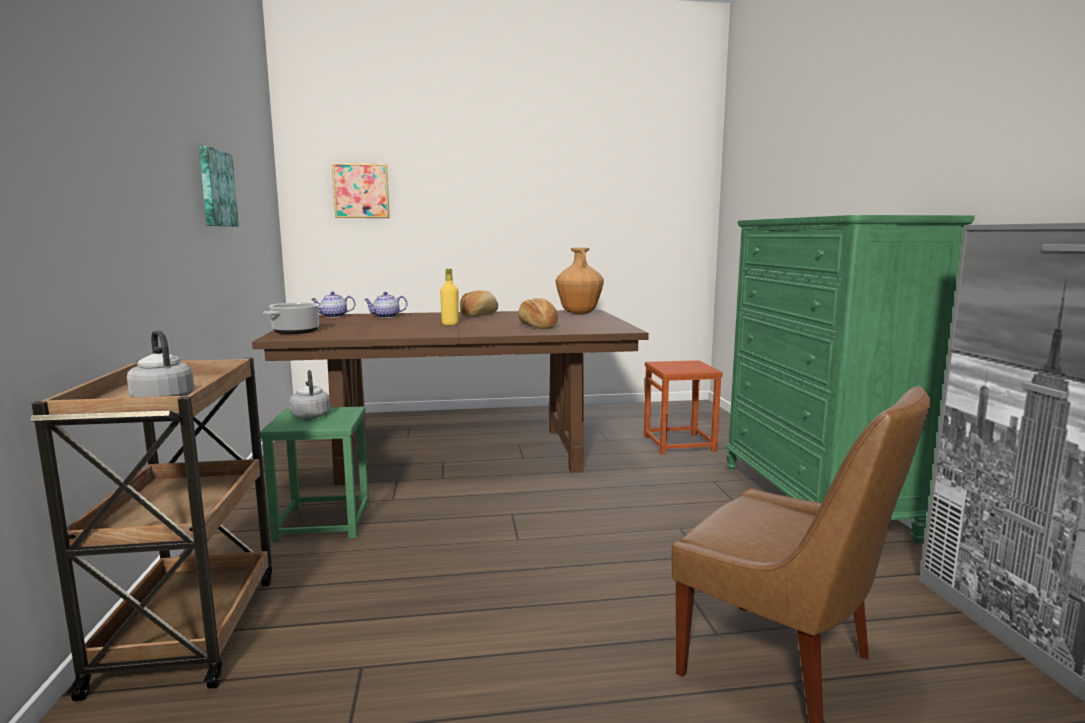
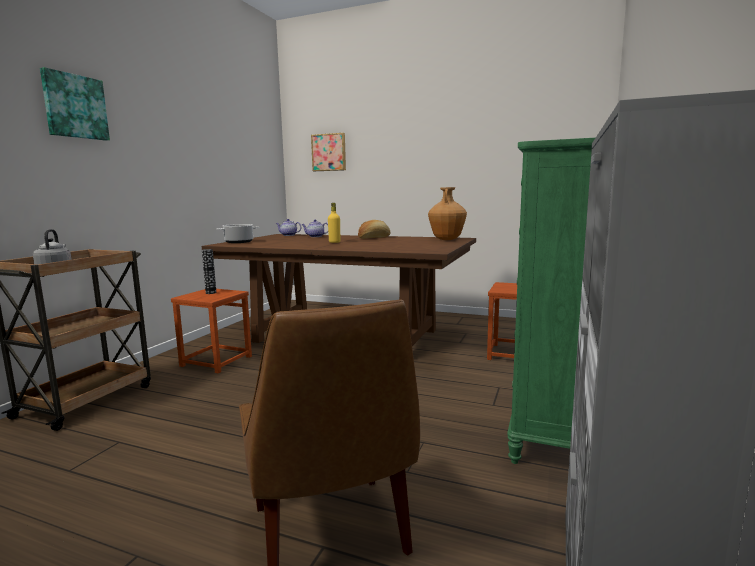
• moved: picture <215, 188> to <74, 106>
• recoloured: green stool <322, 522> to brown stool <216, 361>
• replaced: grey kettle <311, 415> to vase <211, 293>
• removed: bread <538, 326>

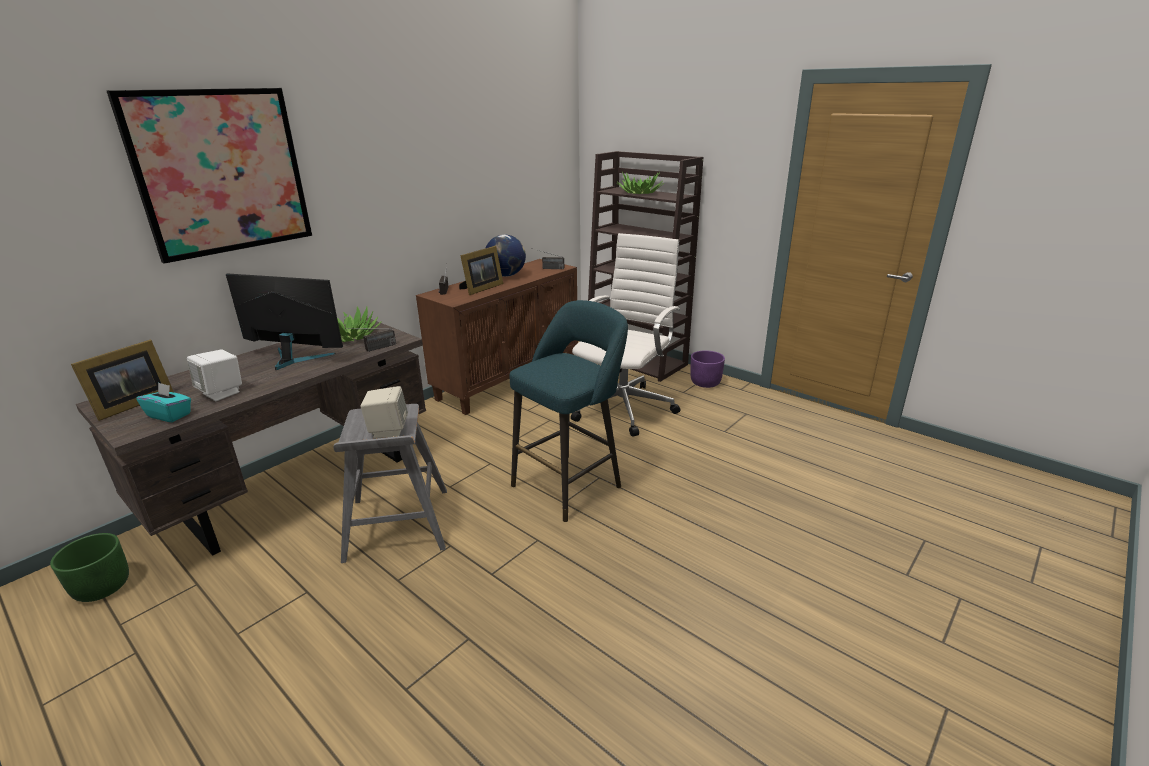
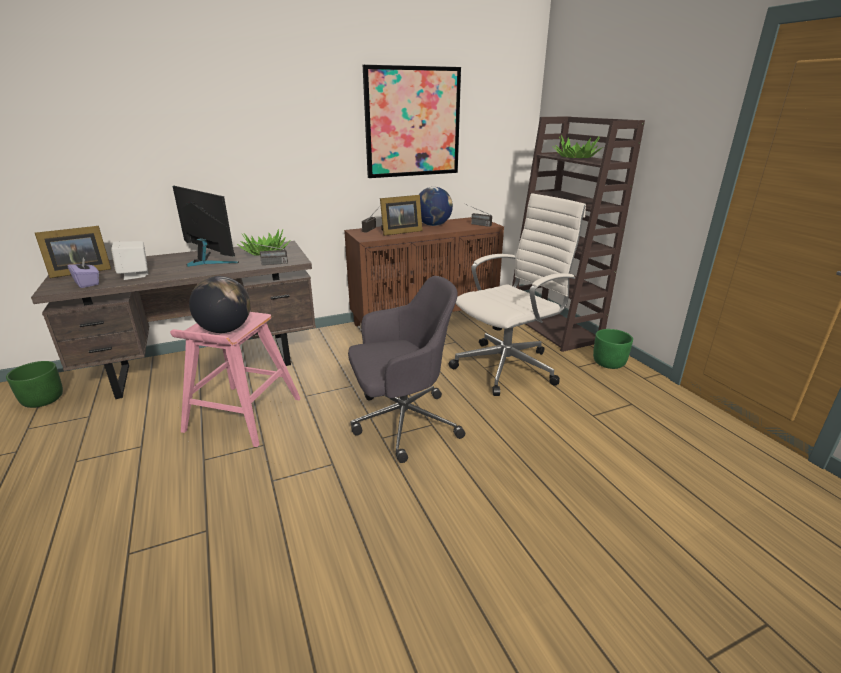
• recoloured: turquoise tissue box <170, 415> to purple tissue box <87, 283>
• recoloured: grey stool <397, 525> to pink stool <242, 415>
• replaced: beige speaker <388, 431> to globe <225, 330>
• replaced: turquoise stool <570, 483> to grey office chair <402, 423>
• moved: picture <221, 172> to <412, 122>
• recoloured: purple planter <705, 383> to green planter <609, 363>

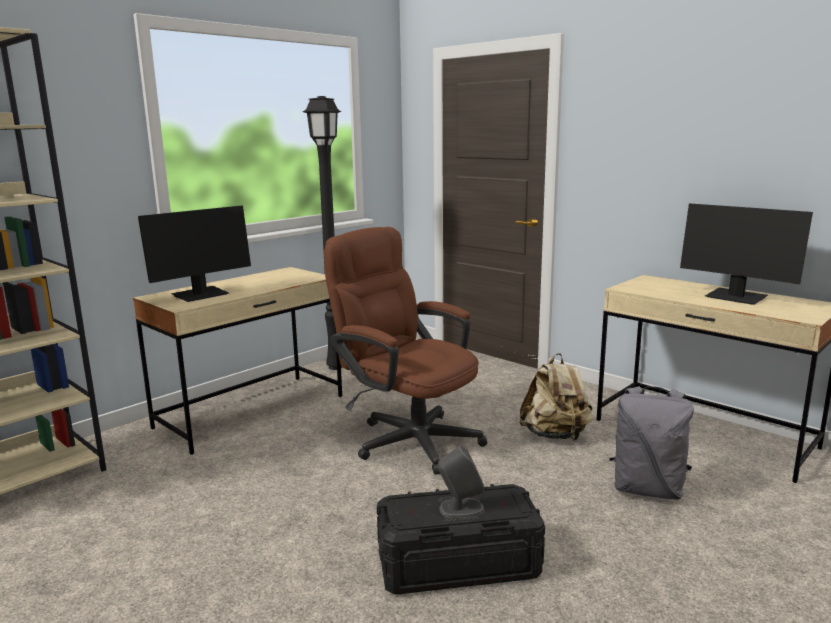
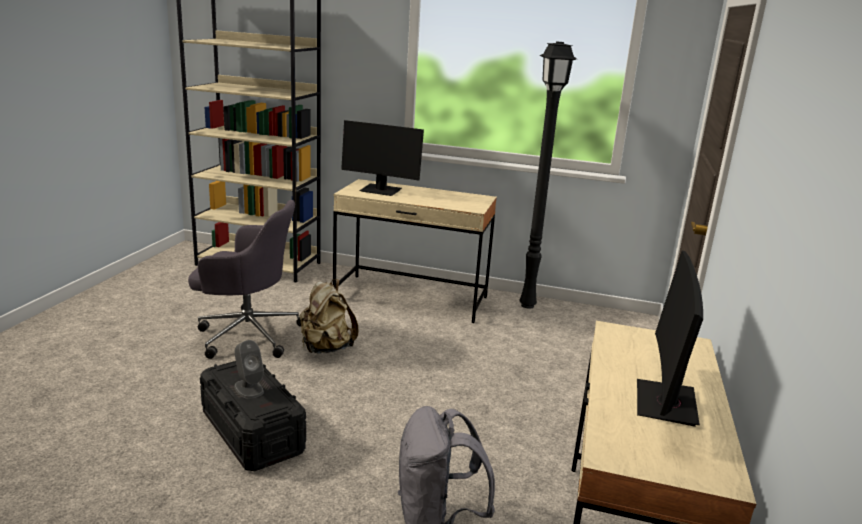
• added: grey office chair <247, 334>
• moved: beige backpack <555, 435> to <326, 348>
• removed: brown office chair <408, 438>

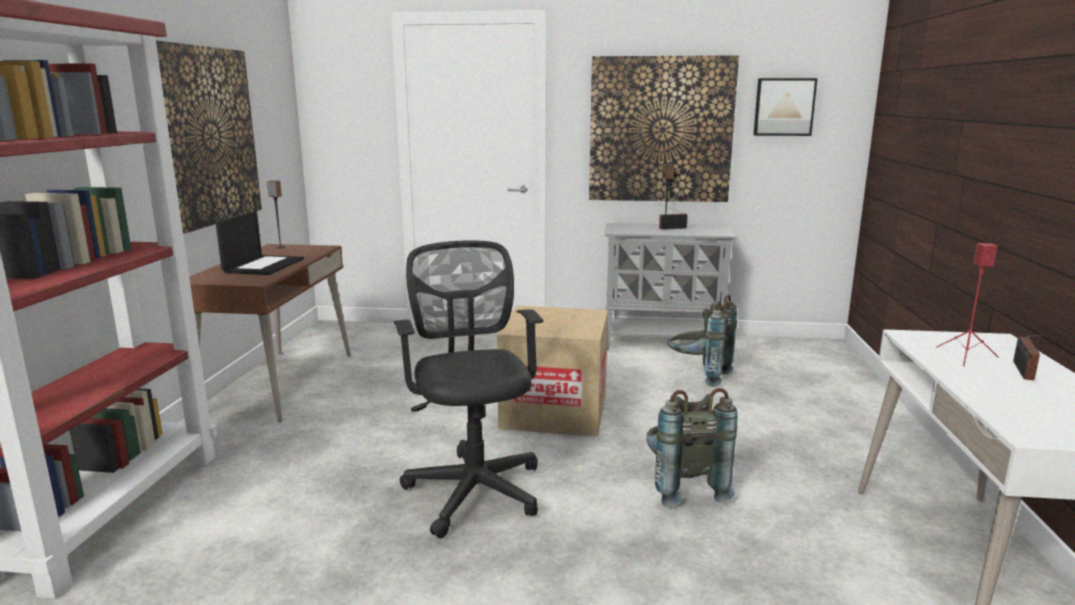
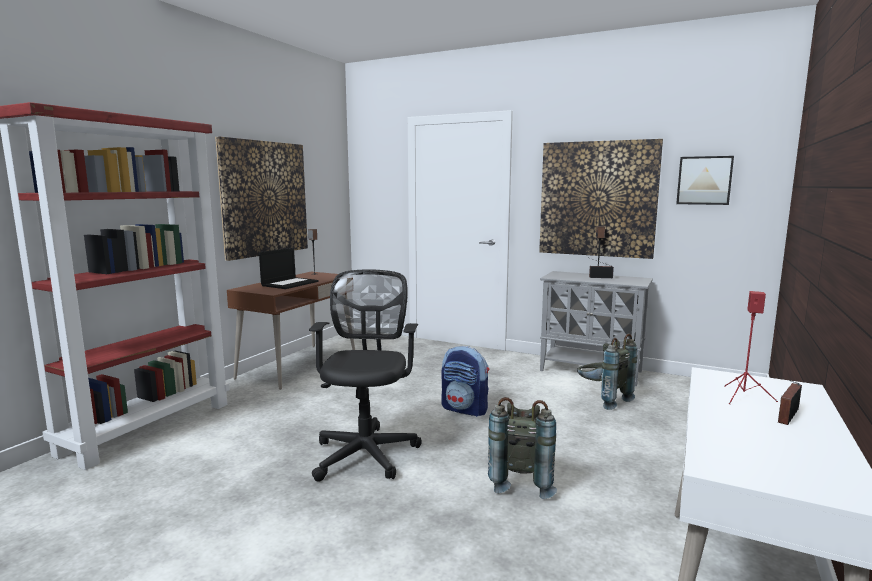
• replaced: cardboard box <554, 411> to backpack <465, 409>

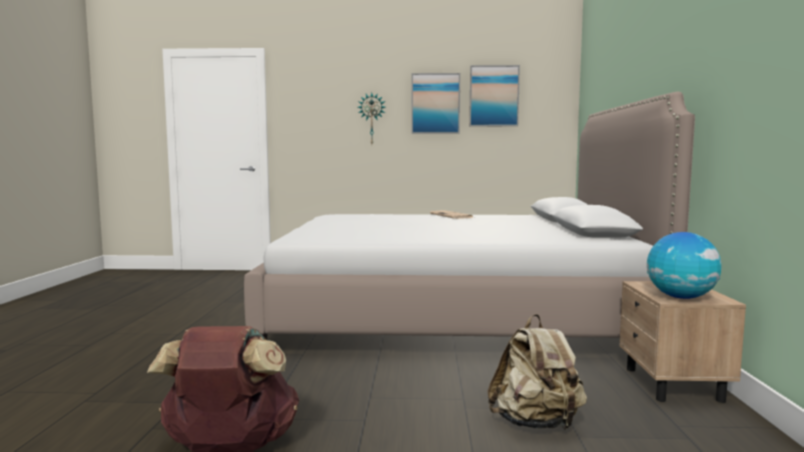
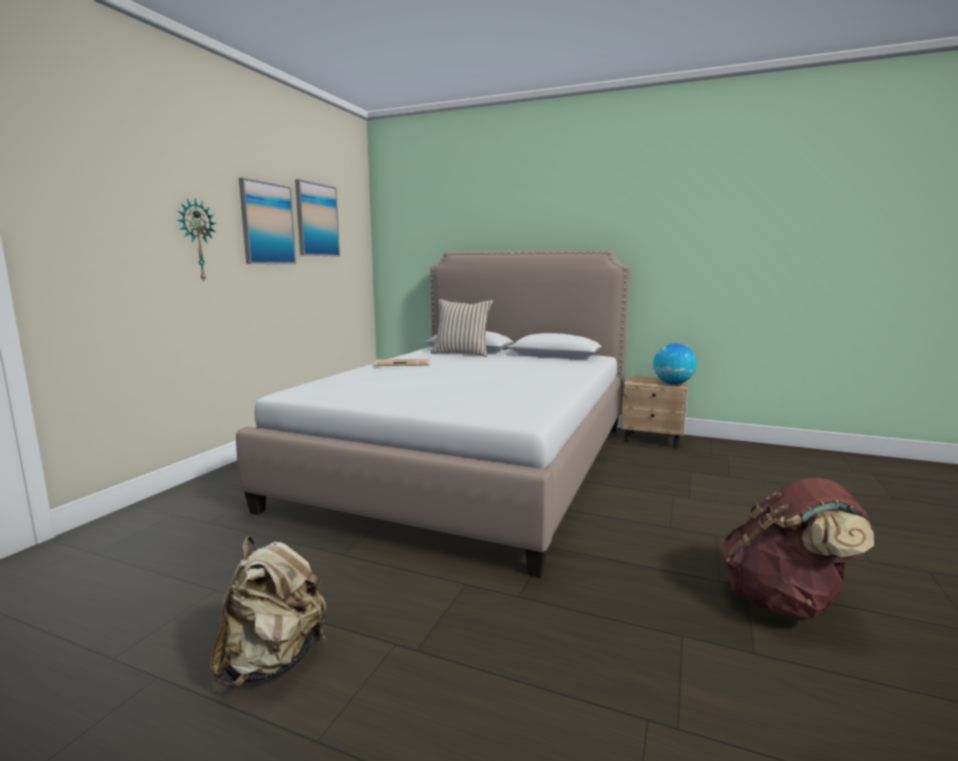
• moved: beige backpack <536, 423> to <273, 660>
• added: beige pillow <462, 353>

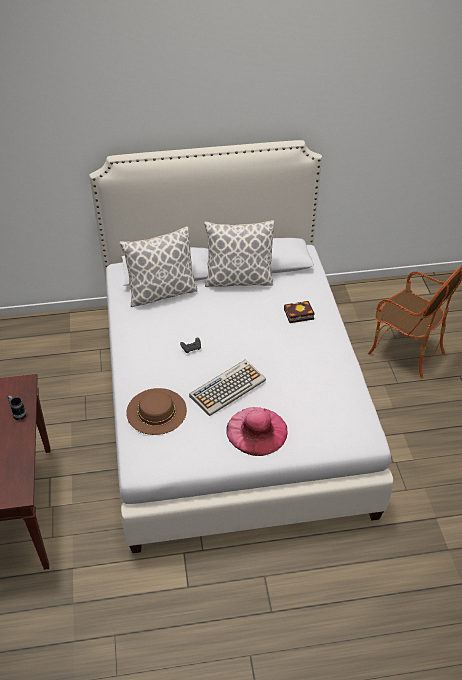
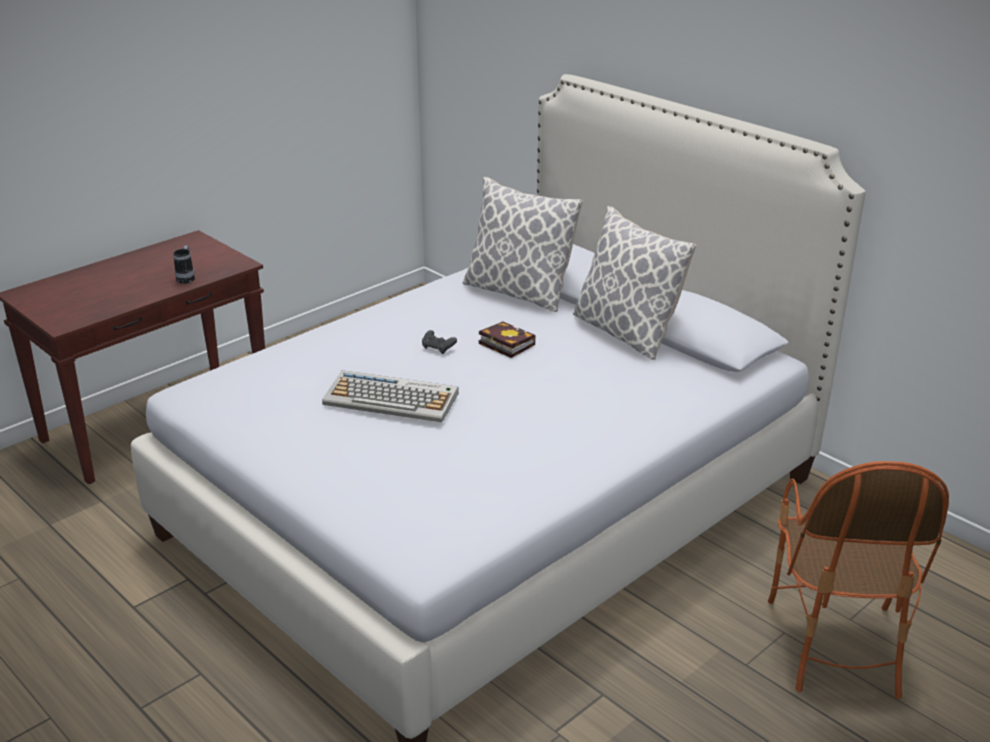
• moved: book <297, 314> to <504, 343>
• removed: brown hat <156, 411>
• removed: pink hat <257, 430>

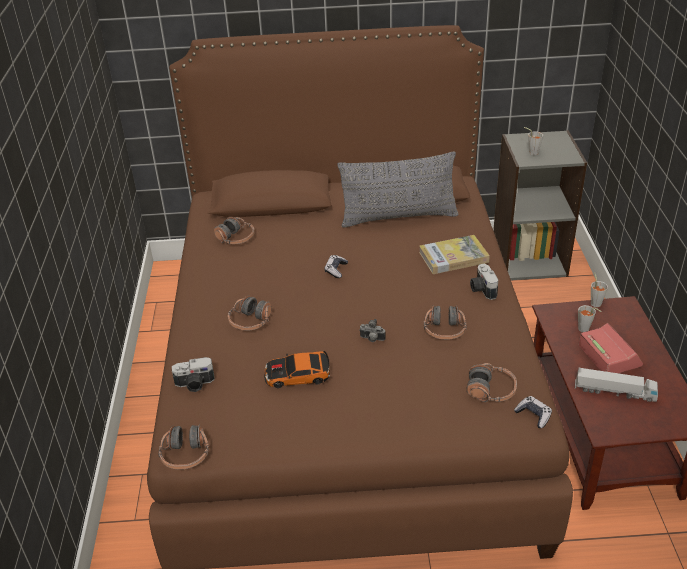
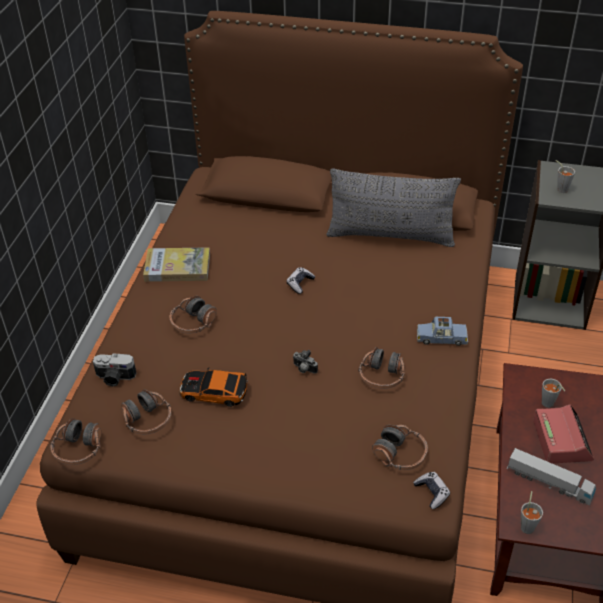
• moved: headphones <235, 238> to <147, 420>
• moved: book <453, 257> to <177, 267>
• replaced: photo camera <482, 289> to blue toy car <441, 338>
• moved: grey cup <595, 302> to <527, 525>

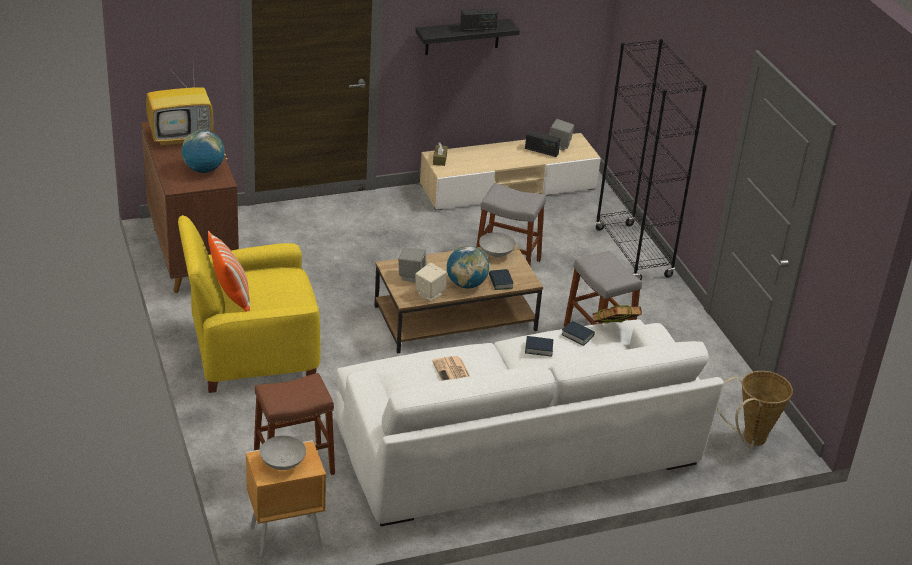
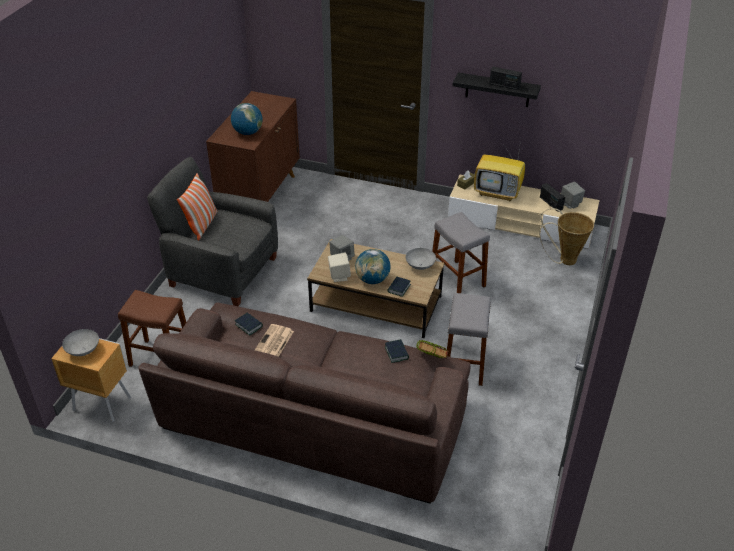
• recoloured: white sofa <517, 445> to brown sofa <313, 417>
• recoloured: yellow armchair <251, 353> to grey armchair <222, 271>
• moved: book <538, 348> to <249, 325>
• moved: television <182, 137> to <498, 193>
• moved: basket <749, 440> to <563, 260>
• removed: black bookcase <633, 253>

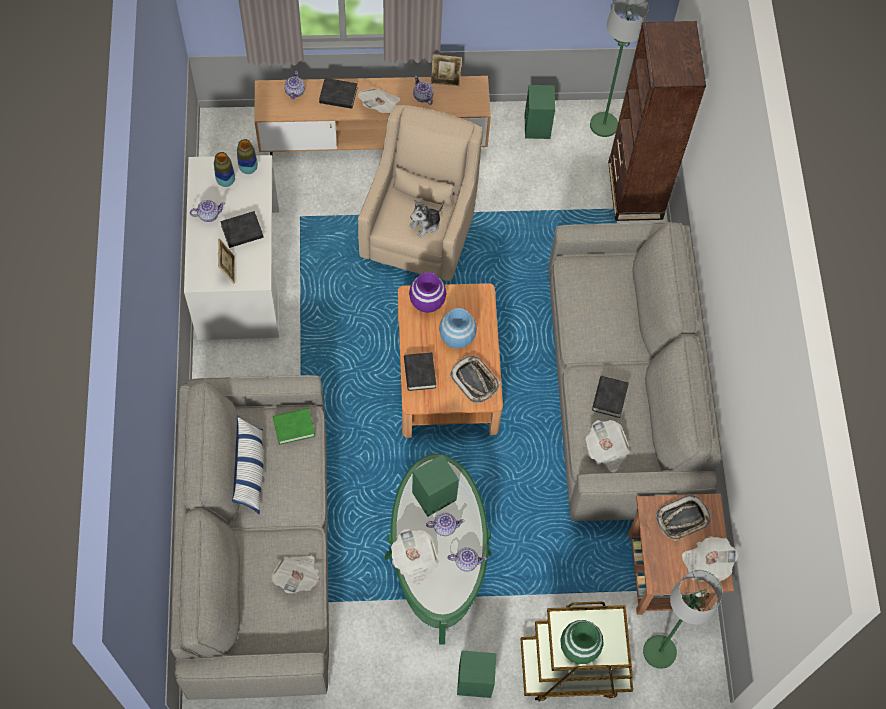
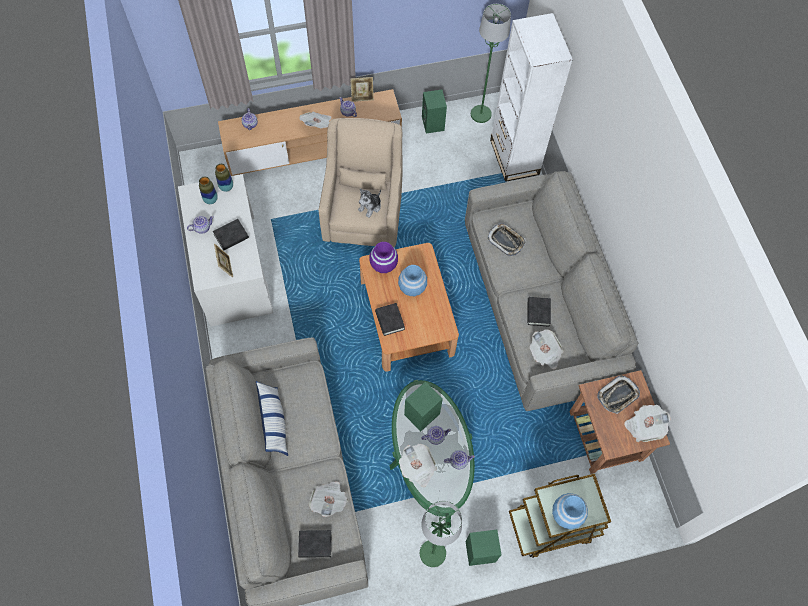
• moved: black book <338, 96> to <315, 544>
• moved: green floor lamp <659, 652> to <432, 553>
• moved: tray <475, 380> to <506, 241>
• recoloured: brown bookcase <635, 190> to white bookcase <514, 157>
• recoloured: green vase <579, 647> to blue vase <566, 514>
• removed: green book <294, 427>

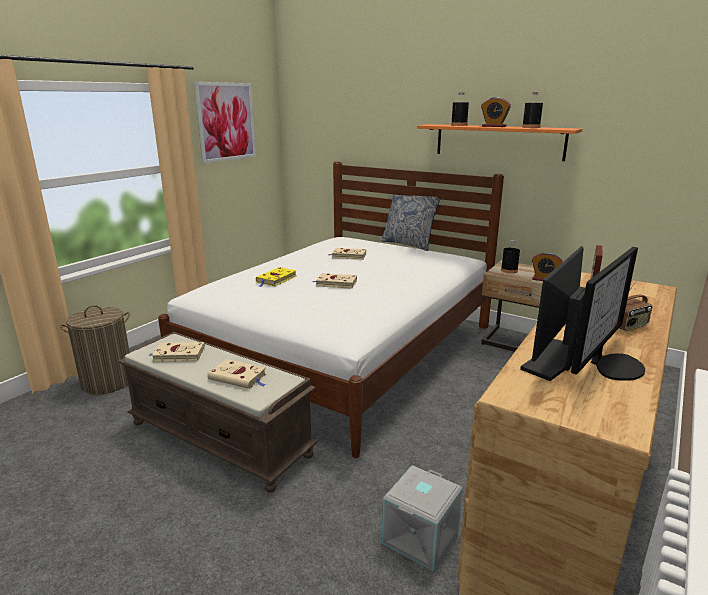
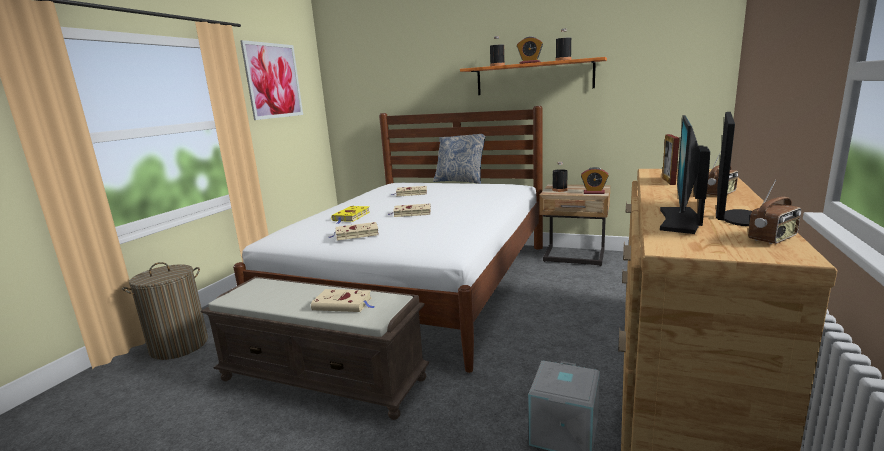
• moved: beige book <177, 355> to <355, 234>
• added: radio <773, 238>

